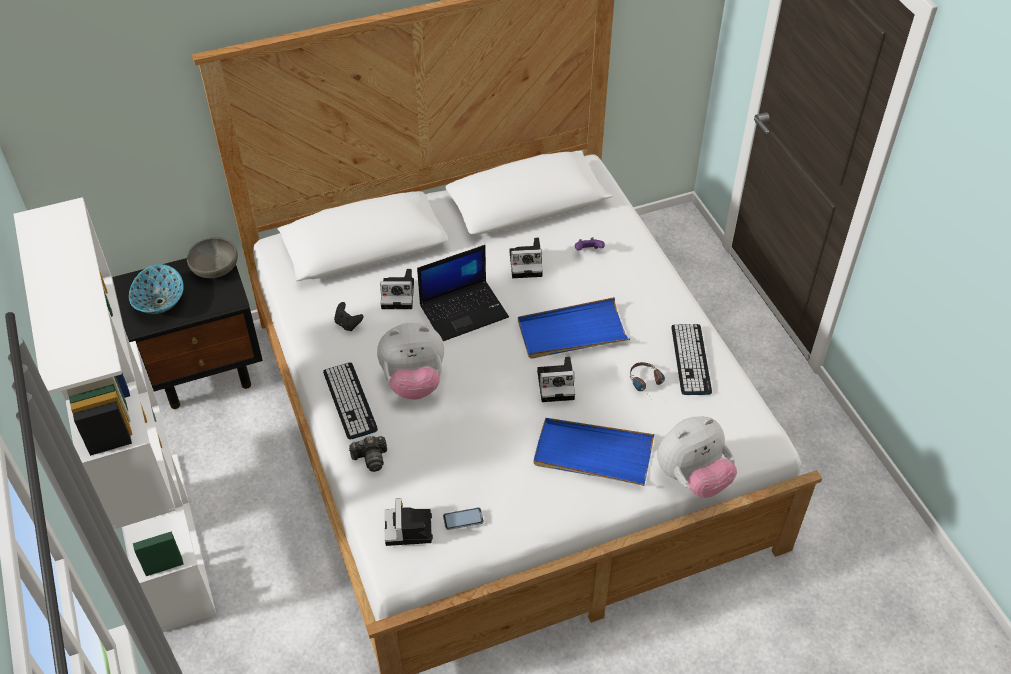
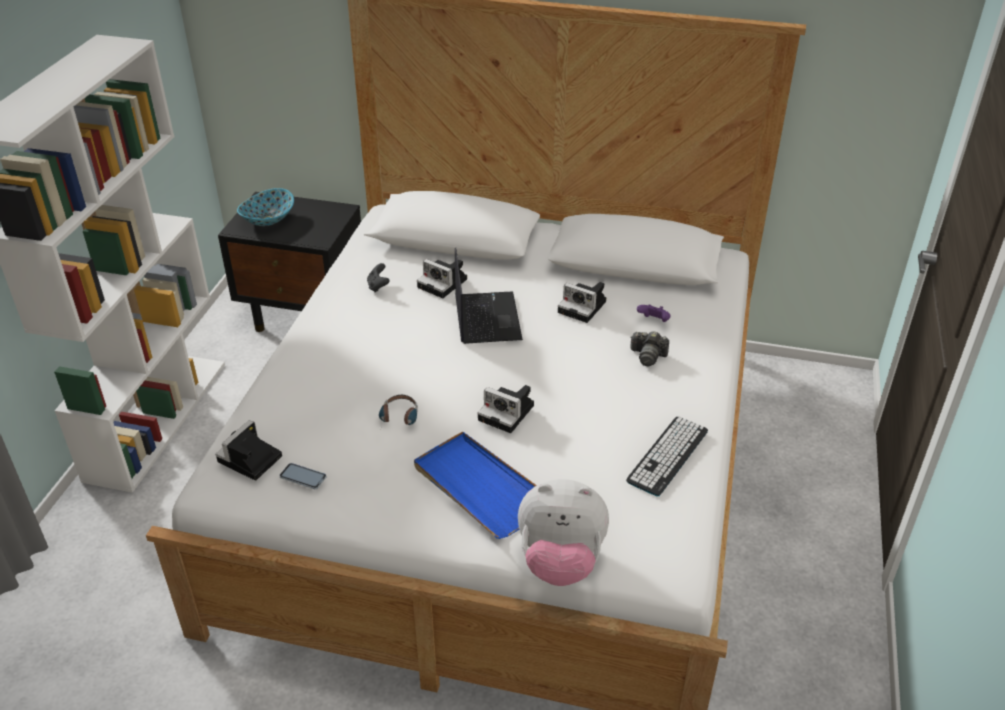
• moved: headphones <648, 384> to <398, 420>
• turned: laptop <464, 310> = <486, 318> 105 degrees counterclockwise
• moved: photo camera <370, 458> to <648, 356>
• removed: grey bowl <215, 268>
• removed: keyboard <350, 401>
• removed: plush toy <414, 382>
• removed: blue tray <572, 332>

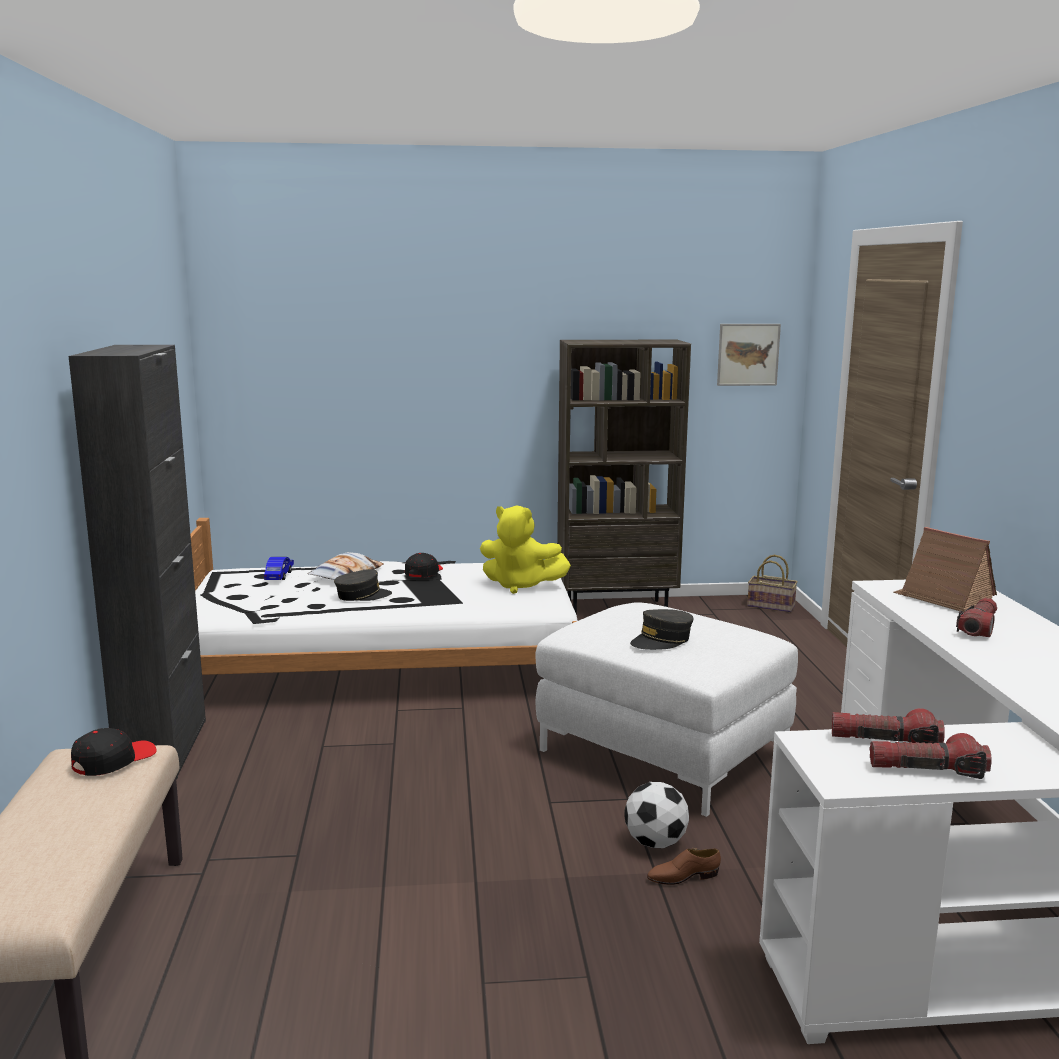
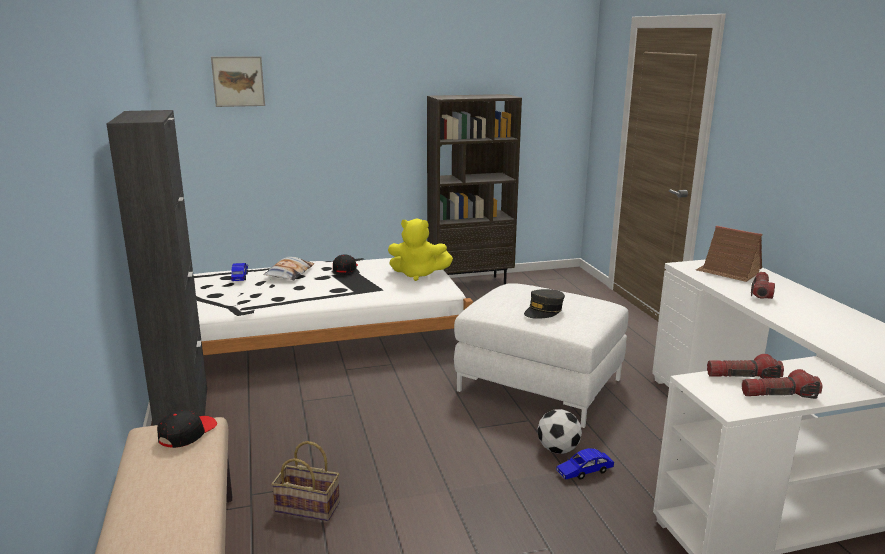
• moved: picture <748, 354> to <238, 81>
• moved: basket <772, 606> to <309, 506>
• replaced: brown shoe <683, 877> to blue toy car <584, 471>
• removed: grey cap <362, 595>

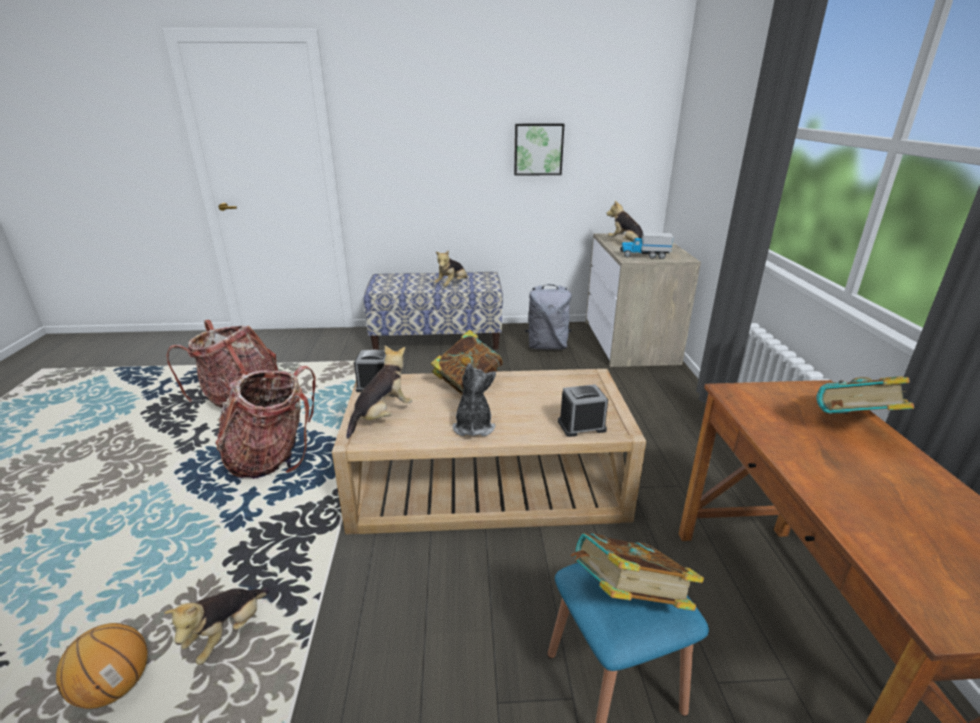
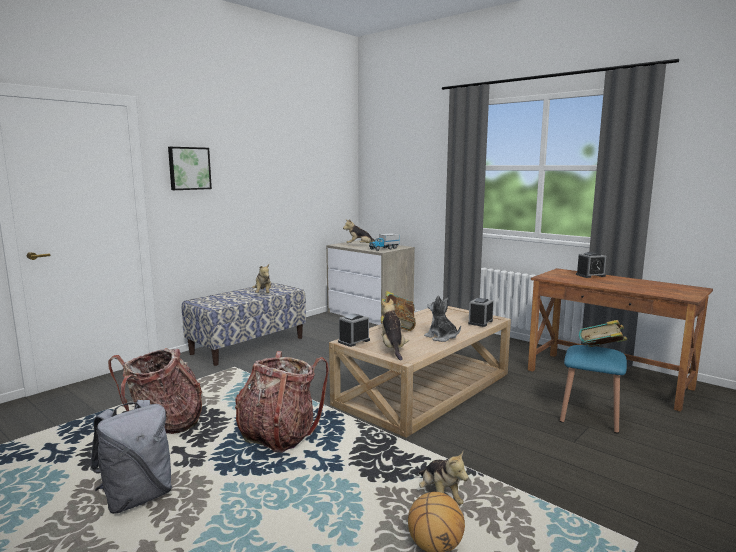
• moved: grey backpack <547, 346> to <137, 497>
• moved: picture <538, 149> to <189, 168>
• replaced: book <853, 426> to alarm clock <590, 275>

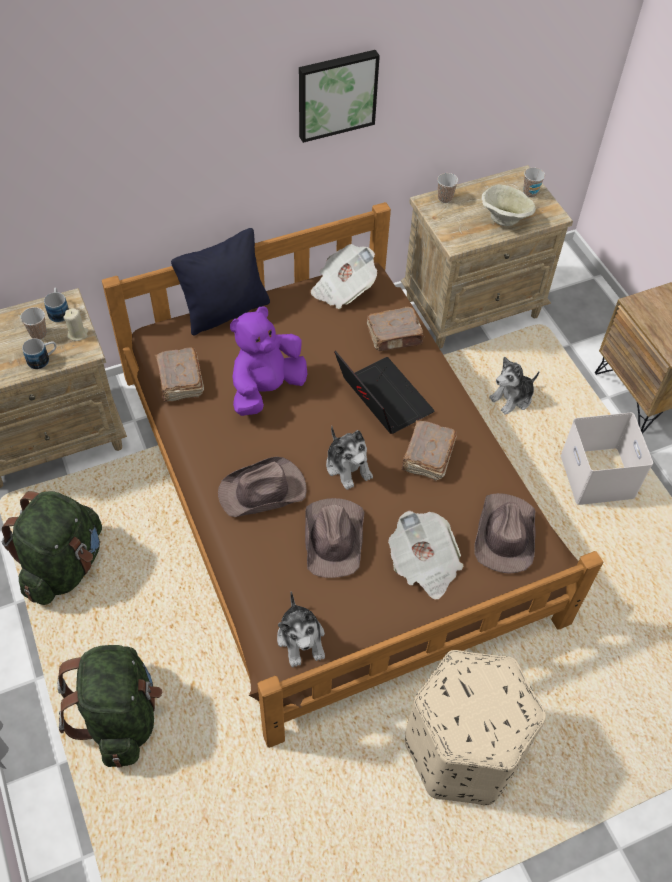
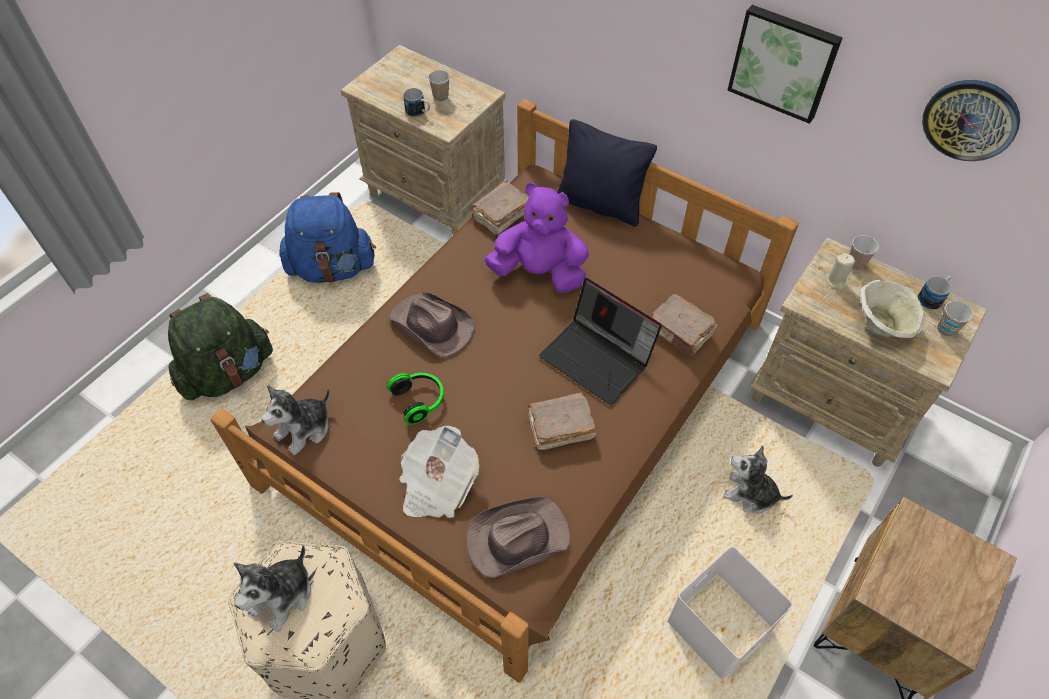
• moved: plush toy <348, 466> to <283, 596>
• recoloured: green backpack <64, 565> to blue backpack <332, 268>
• replaced: brown hat <334, 537> to headphones <420, 400>
• turned: laptop <381, 398> = <598, 358> 105 degrees clockwise
• moved: beige candle <78, 334> to <836, 281>
• moved: mug <59, 311> to <932, 298>
• added: wall clock <970, 119>
• removed: newspaper <342, 288>

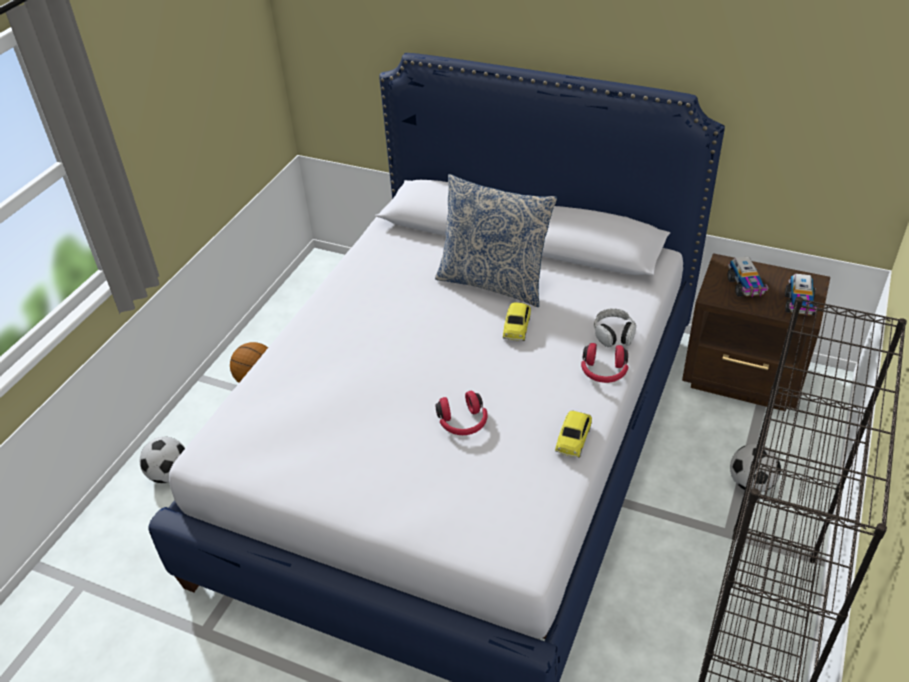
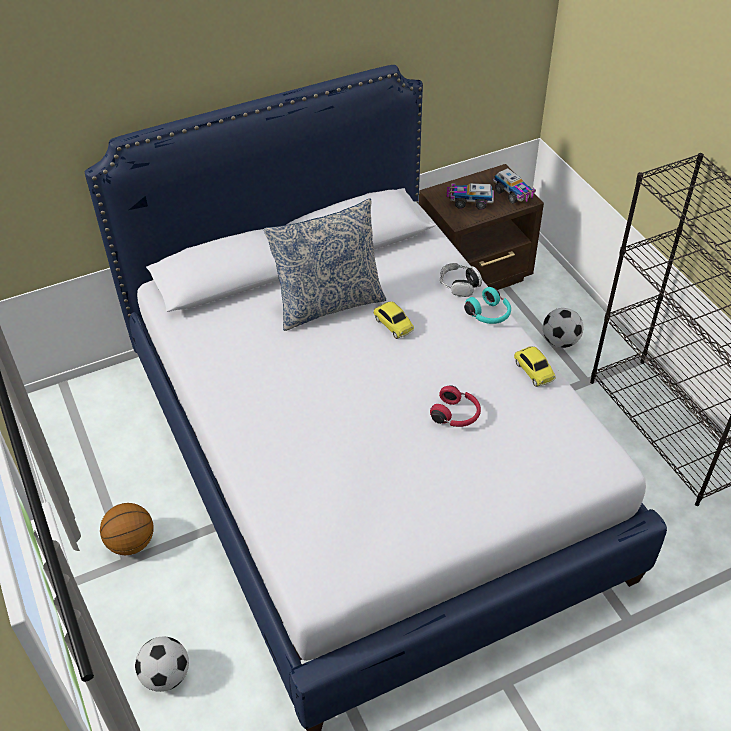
• turned: toy truck <745, 287> = <469, 201> 150 degrees clockwise
• recoloured: red headphones <603, 372> to turquoise headphones <489, 315>

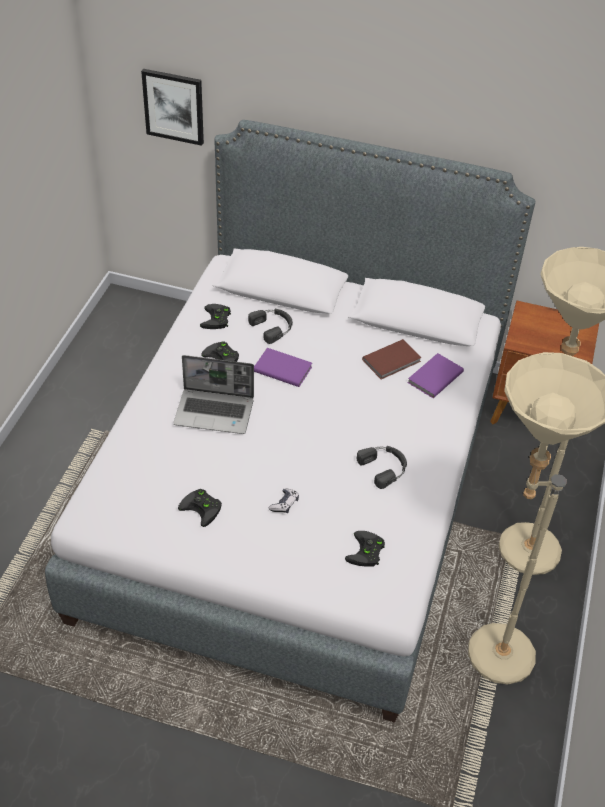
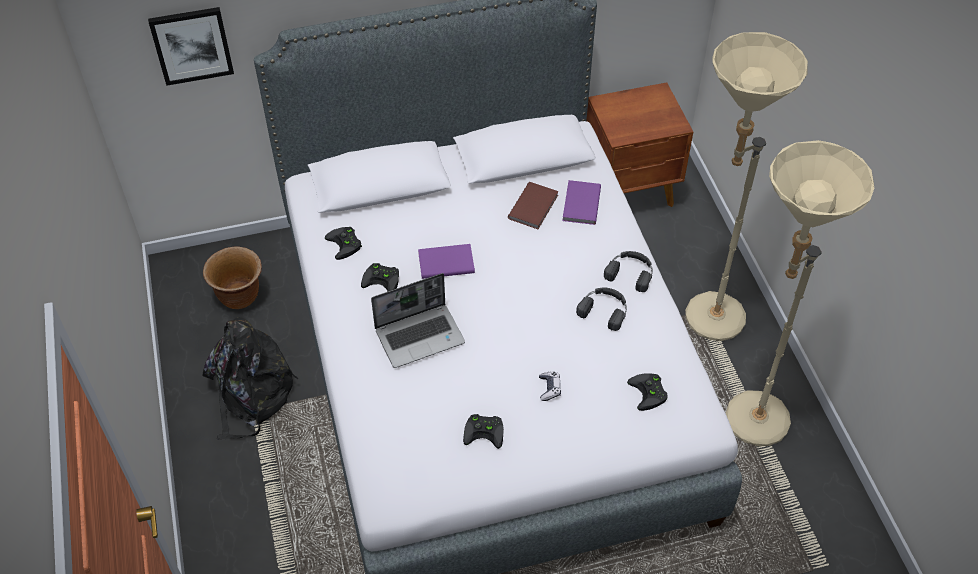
• added: brown planter <240, 297>
• added: black backpack <250, 394>
• moved: black headphones <273, 327> to <630, 272>

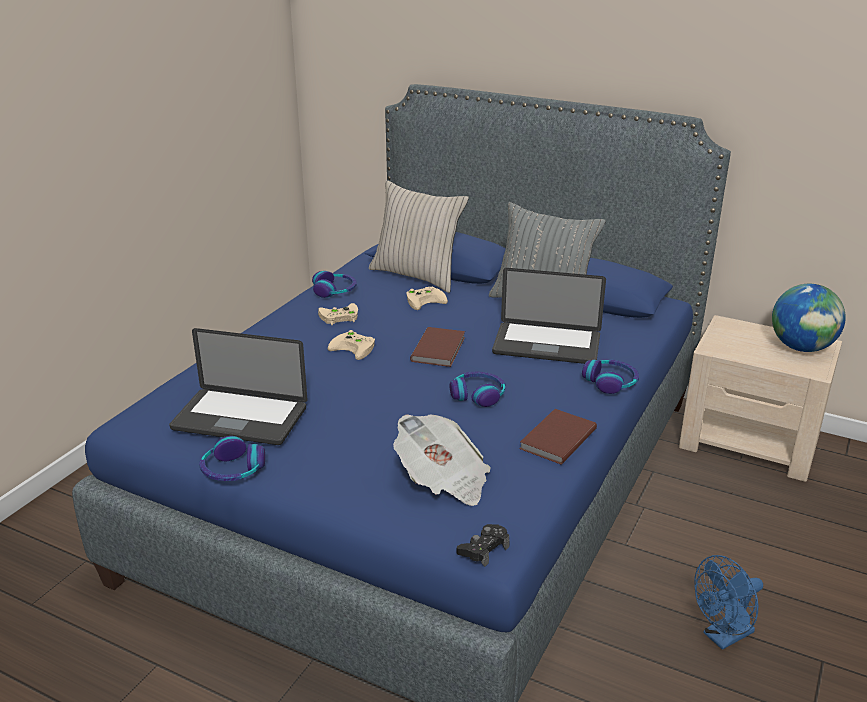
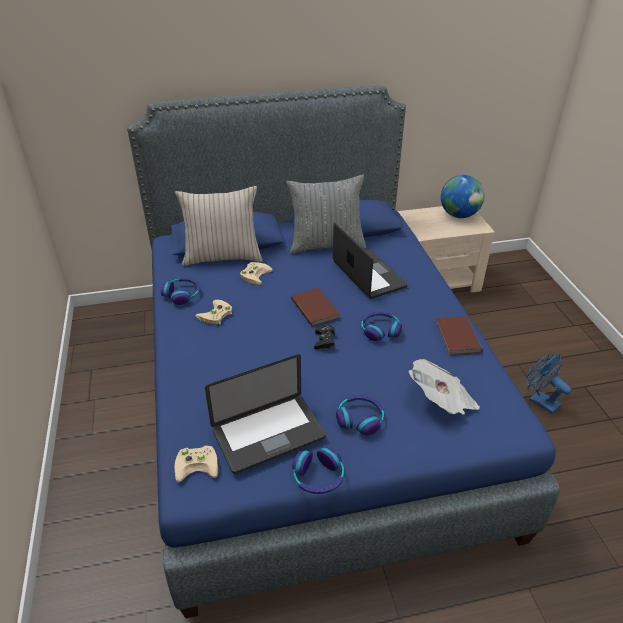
• moved: beige game controller <355, 348> to <198, 464>
• moved: black game controller <483, 549> to <324, 340>
• turned: laptop <546, 345> = <368, 274> 90 degrees counterclockwise
• moved: headphones <610, 382> to <360, 419>
• turned: blue fan <723, 637> = <539, 400> 120 degrees clockwise

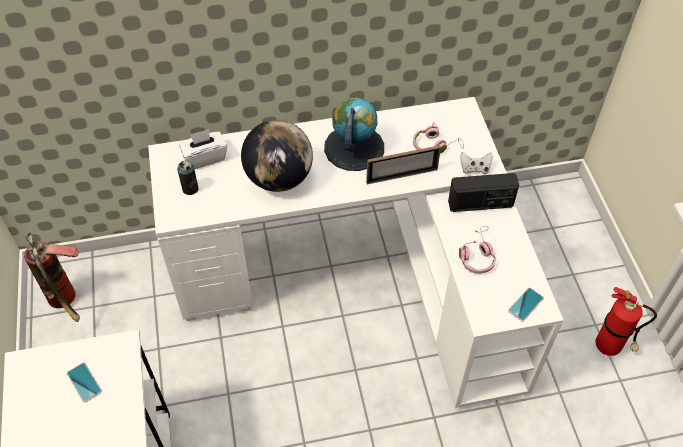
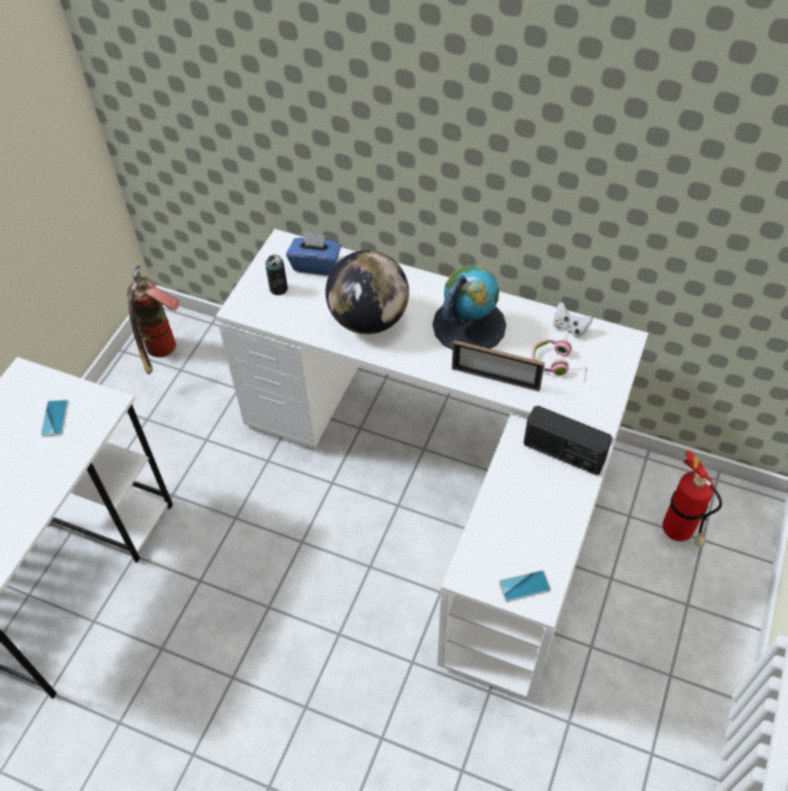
• recoloured: white tissue box <205, 157> to blue tissue box <316, 265>
• moved: white game controller <474, 169> to <569, 327>
• moved: fire extinguisher <610, 347> to <679, 533>
• removed: pink headphones <476, 255>

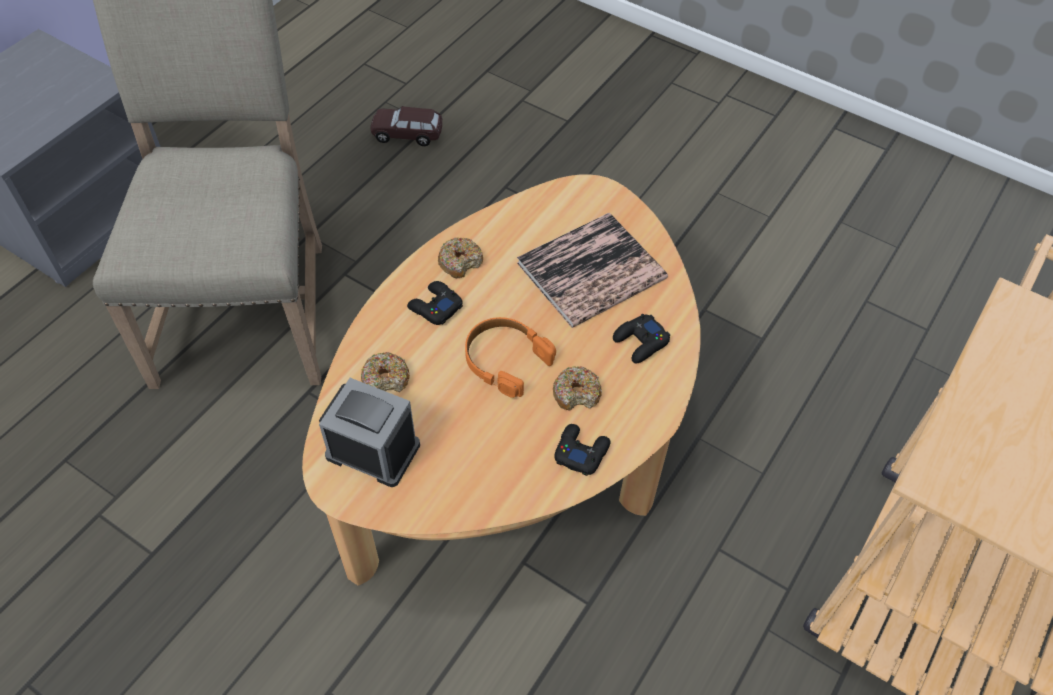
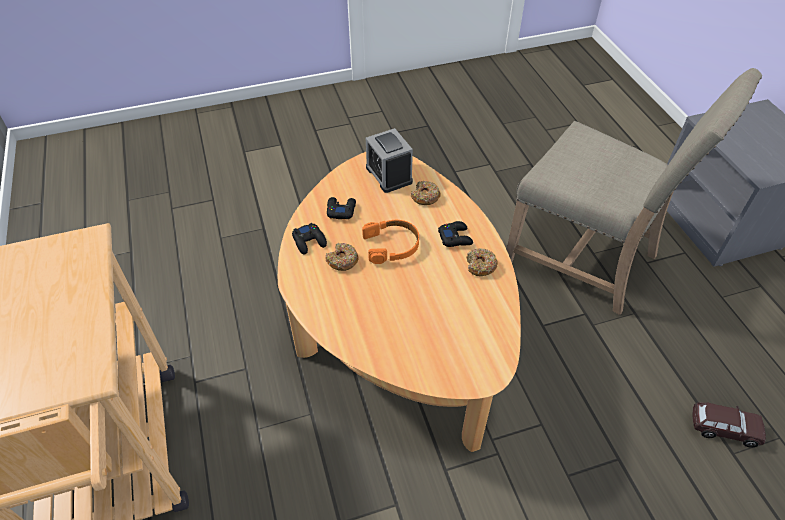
• moved: black game controller <640, 342> to <341, 210>
• turned: alarm clock <373, 450> = <389, 175> 90 degrees clockwise
• turned: brown toy car <407, 134> = <724, 428> 60 degrees clockwise
• removed: book <591, 271>

